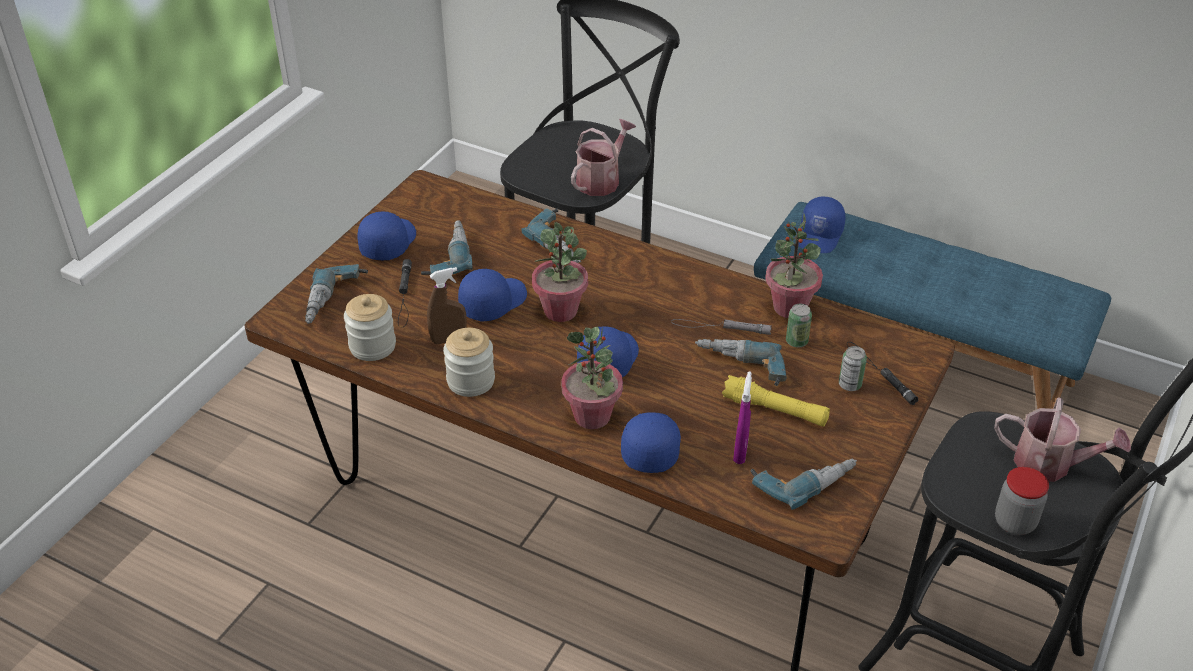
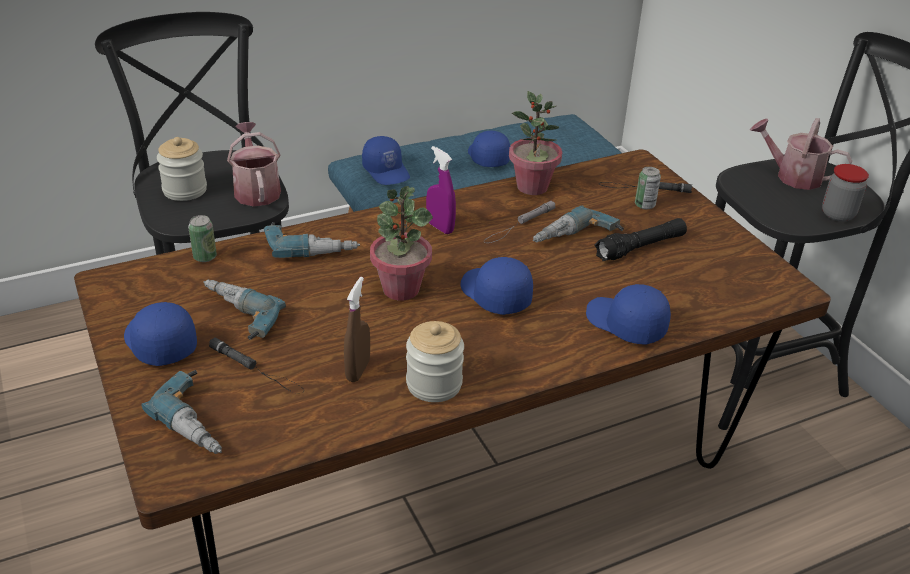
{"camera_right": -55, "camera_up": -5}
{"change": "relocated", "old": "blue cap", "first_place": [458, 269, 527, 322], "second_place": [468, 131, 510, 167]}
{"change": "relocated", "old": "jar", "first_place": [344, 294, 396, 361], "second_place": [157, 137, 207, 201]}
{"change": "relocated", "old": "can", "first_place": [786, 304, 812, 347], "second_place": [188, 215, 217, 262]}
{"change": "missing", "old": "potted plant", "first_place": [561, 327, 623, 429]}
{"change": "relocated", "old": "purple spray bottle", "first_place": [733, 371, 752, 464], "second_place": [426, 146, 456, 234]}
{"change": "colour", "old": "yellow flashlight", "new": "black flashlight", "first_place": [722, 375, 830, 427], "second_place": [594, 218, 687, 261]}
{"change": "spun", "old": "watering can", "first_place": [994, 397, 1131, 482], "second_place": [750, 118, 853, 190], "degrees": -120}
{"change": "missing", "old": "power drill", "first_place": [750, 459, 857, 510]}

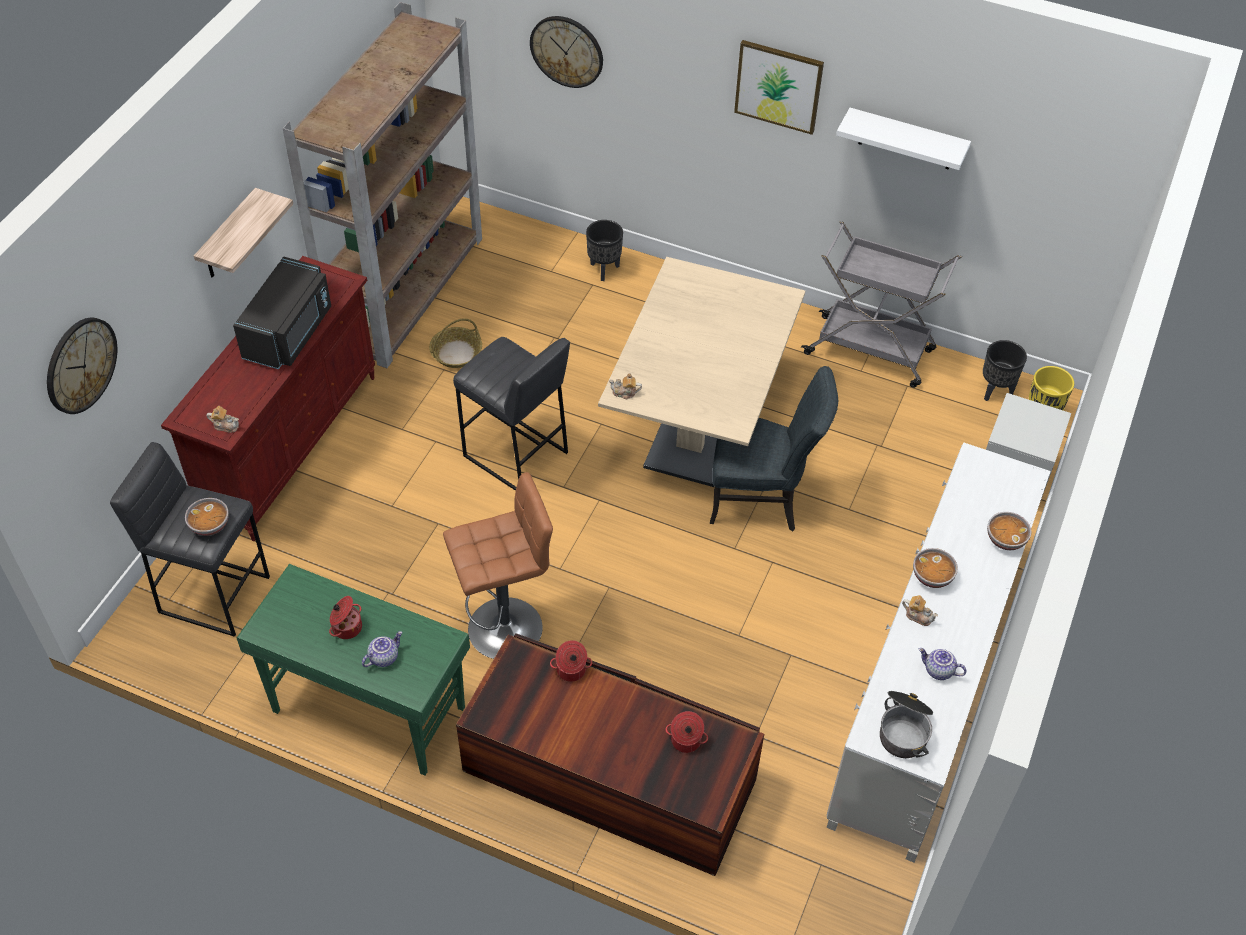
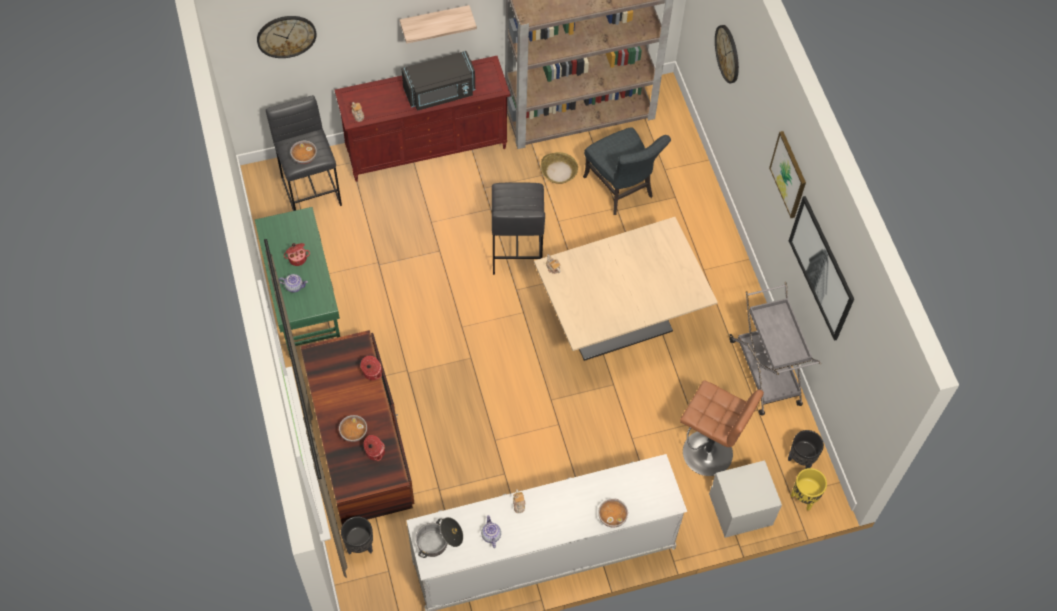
{"camera_right": 50, "camera_up": 10}
{"change": "exchanged", "old": "white shelf", "new": "picture", "first_place": [836, 108, 971, 170], "second_place": [789, 196, 854, 341]}
{"change": "relocated", "old": "black planter", "first_place": [586, 220, 623, 281], "second_place": [341, 516, 373, 555]}
{"change": "relocated", "old": "grey chair", "first_place": [710, 366, 838, 532], "second_place": [583, 127, 671, 215]}
{"change": "relocated", "old": "brown stool", "first_place": [443, 472, 553, 659], "second_place": [680, 380, 764, 476]}
{"change": "relocated", "old": "bowl", "first_place": [913, 548, 958, 588], "second_place": [339, 415, 367, 442]}

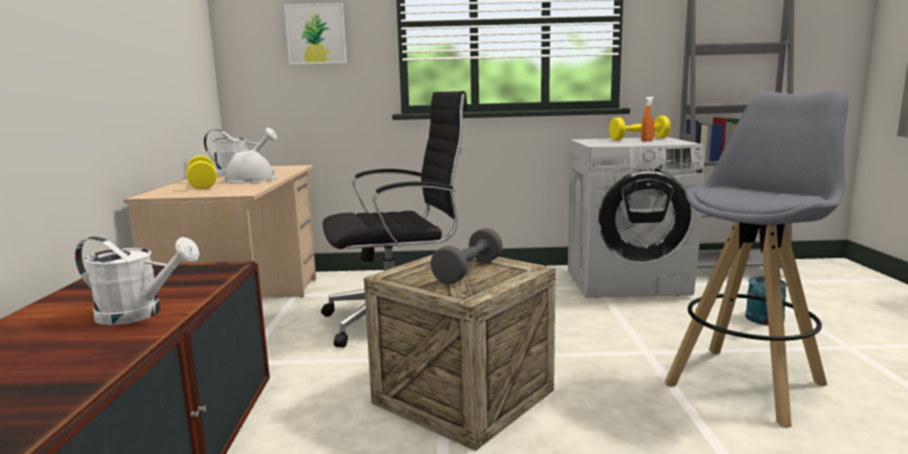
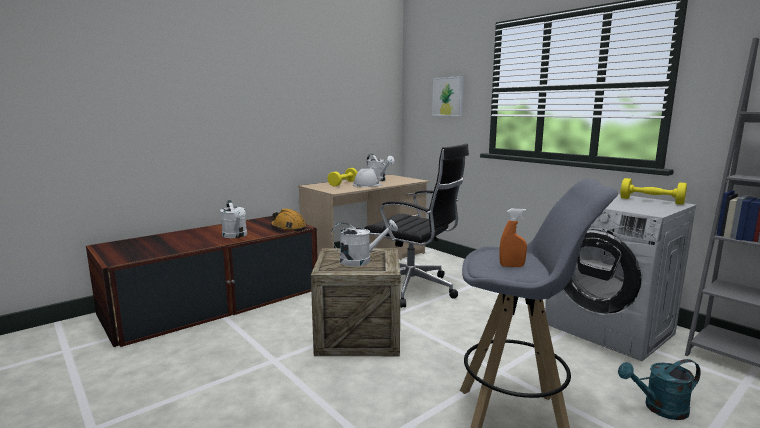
{"camera_right": 50, "camera_up": 0}
{"change": "relocated", "old": "orange spray bottle", "first_place": [641, 97, 655, 142], "second_place": [499, 209, 527, 267]}
{"change": "exchanged", "old": "grey dumbbell", "new": "white watering can", "first_place": [430, 228, 503, 284], "second_place": [331, 220, 398, 266]}
{"change": "appeared", "new": "orange hard hat", "second_place": [271, 209, 306, 232]}

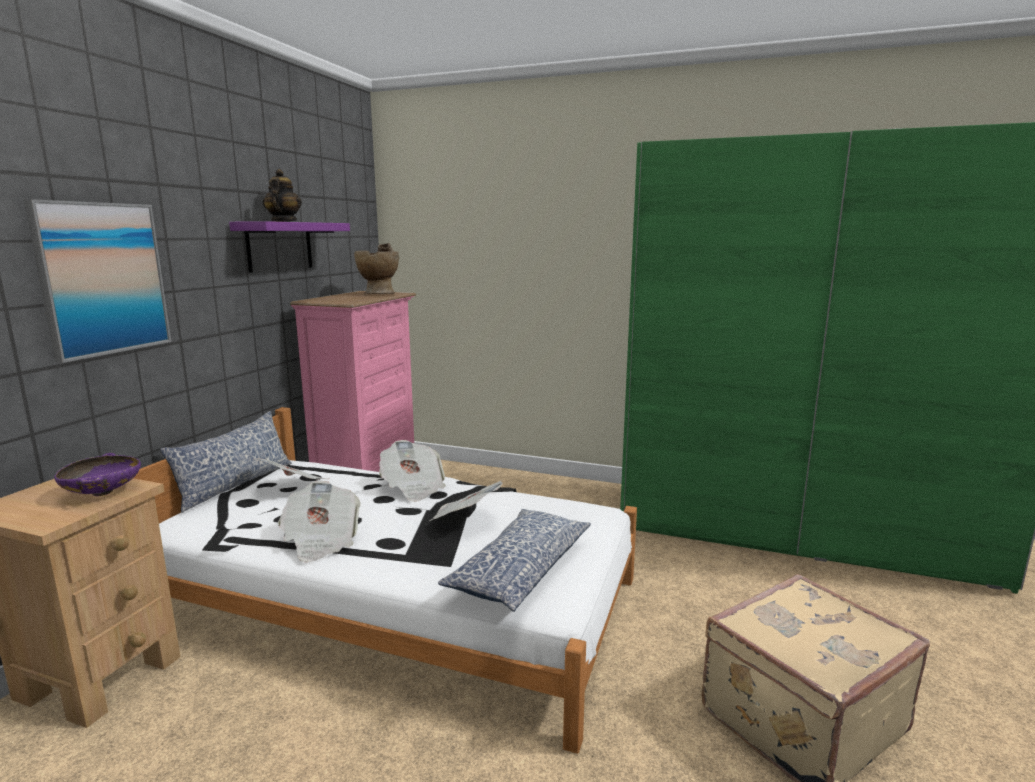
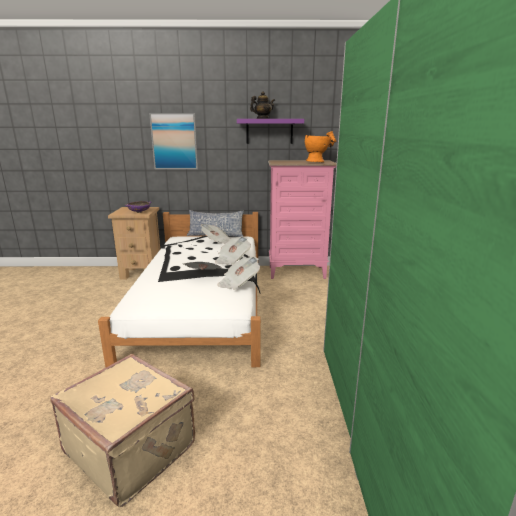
{"camera_right": 70, "camera_up": 5}
{"change": "colour", "old": "beige vase", "new": "orange vase", "first_place": [354, 243, 400, 294], "second_place": [305, 131, 336, 162]}
{"change": "relocated", "old": "newspaper", "first_place": [278, 481, 361, 563], "second_place": [217, 257, 260, 290]}
{"change": "missing", "old": "pillow", "first_place": [438, 509, 591, 612]}

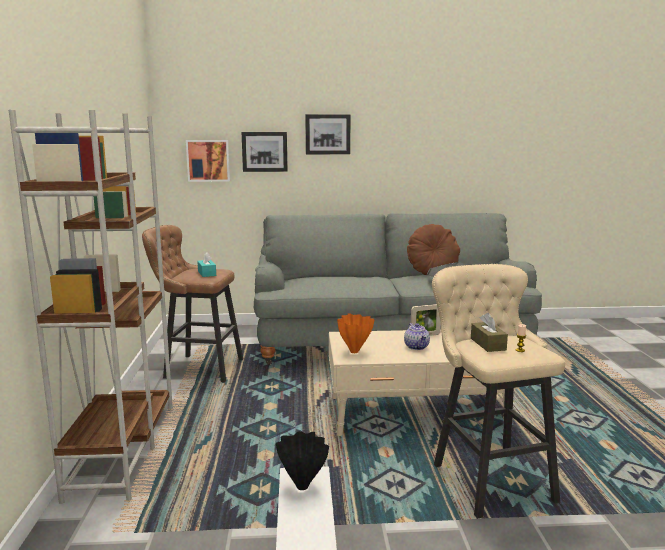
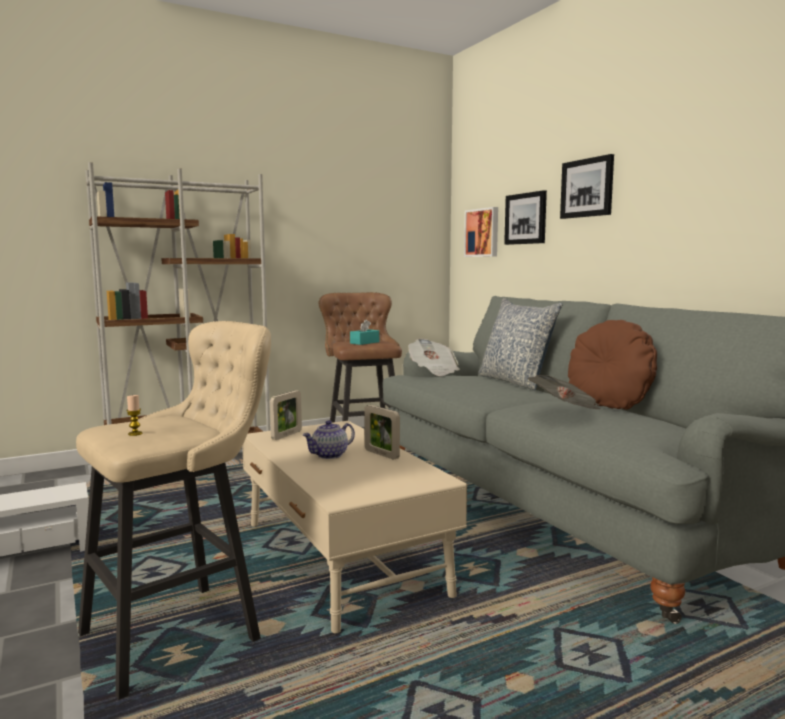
{"camera_right": 65, "camera_up": -5}
{"change": "exchanged", "old": "orange vase", "new": "picture frame", "first_place": [337, 313, 375, 353], "second_place": [270, 390, 302, 440]}
{"change": "missing", "old": "brown tissue box", "first_place": [471, 313, 508, 352]}
{"change": "missing", "old": "black vase", "first_place": [276, 431, 329, 490]}
{"change": "appeared", "new": "pillow", "second_place": [478, 298, 562, 390]}
{"change": "appeared", "new": "newspaper", "second_place": [408, 339, 460, 376]}

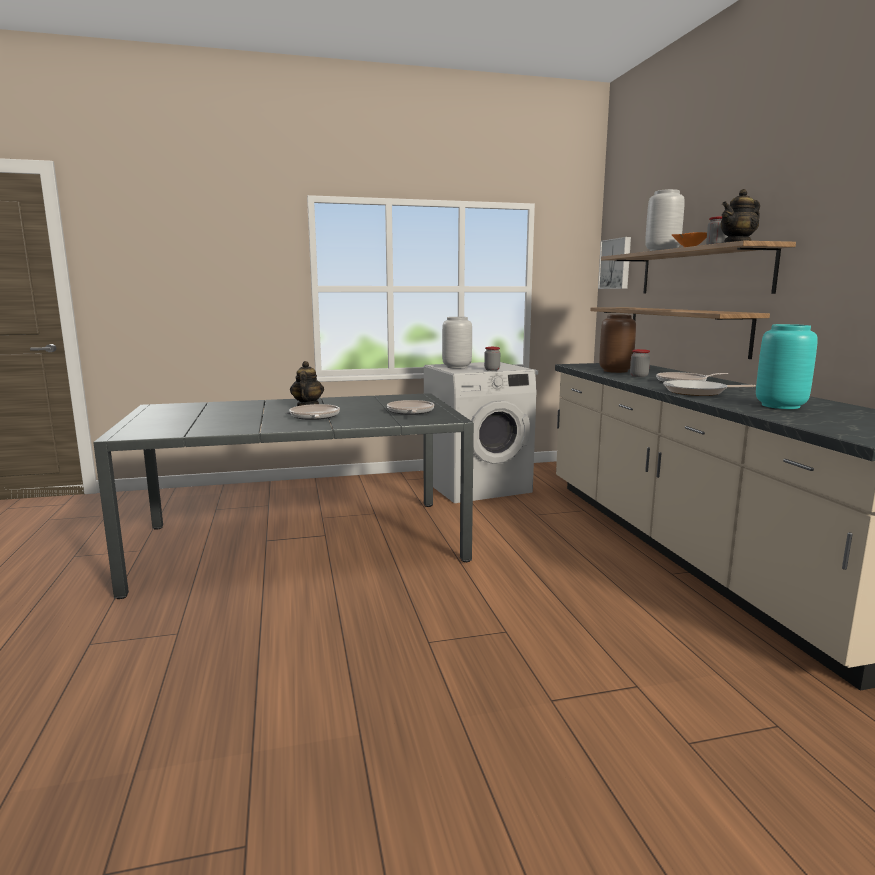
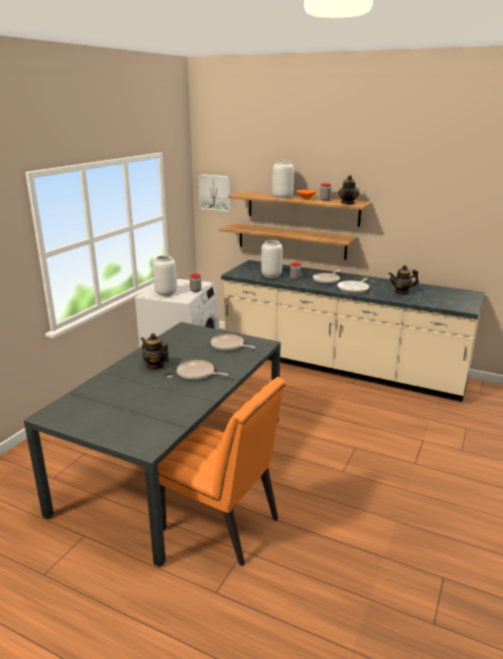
{"camera_right": -50, "camera_up": 10}
{"change": "colour", "old": "brown vase", "new": "grey vase", "first_place": [599, 315, 636, 373], "second_place": [261, 240, 283, 278]}
{"change": "exchanged", "old": "turquoise vase", "new": "teapot", "first_place": [756, 324, 818, 409], "second_place": [389, 265, 419, 295]}
{"change": "appeared", "new": "orange chair", "second_place": [158, 377, 285, 566]}

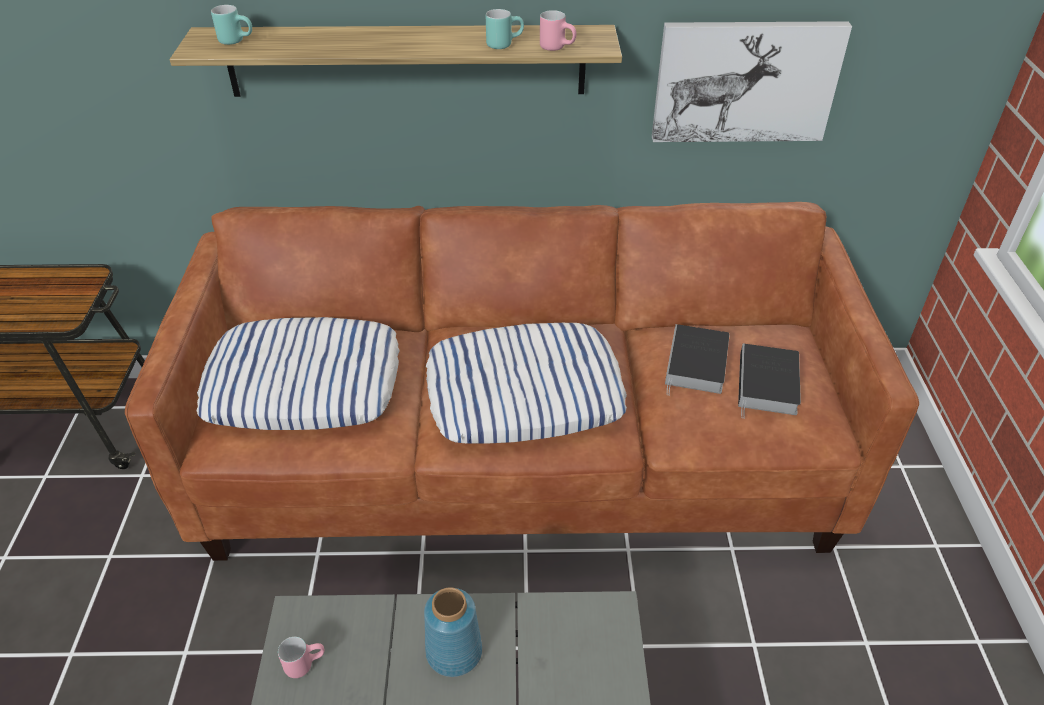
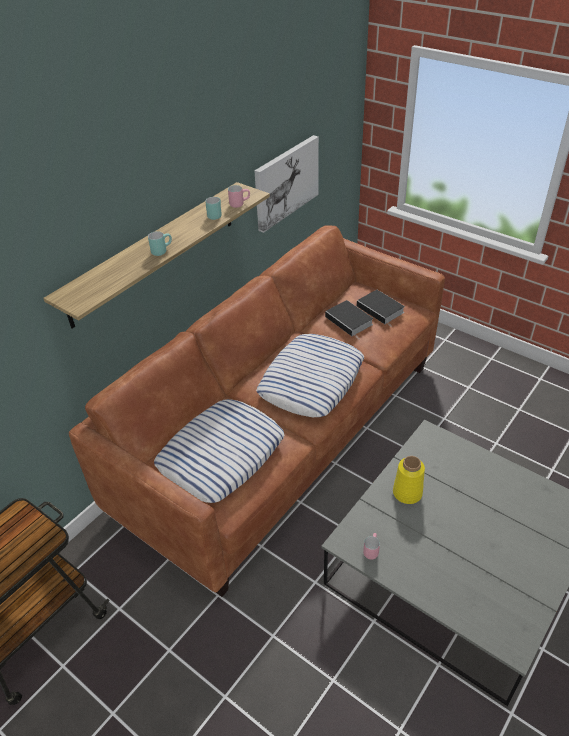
{"camera_right": -50, "camera_up": 0}
{"change": "relocated", "old": "turquoise mug", "first_place": [211, 5, 252, 45], "second_place": [148, 231, 172, 256]}
{"change": "colour", "old": "blue vase", "new": "yellow vase", "first_place": [424, 587, 482, 677], "second_place": [393, 456, 425, 504]}

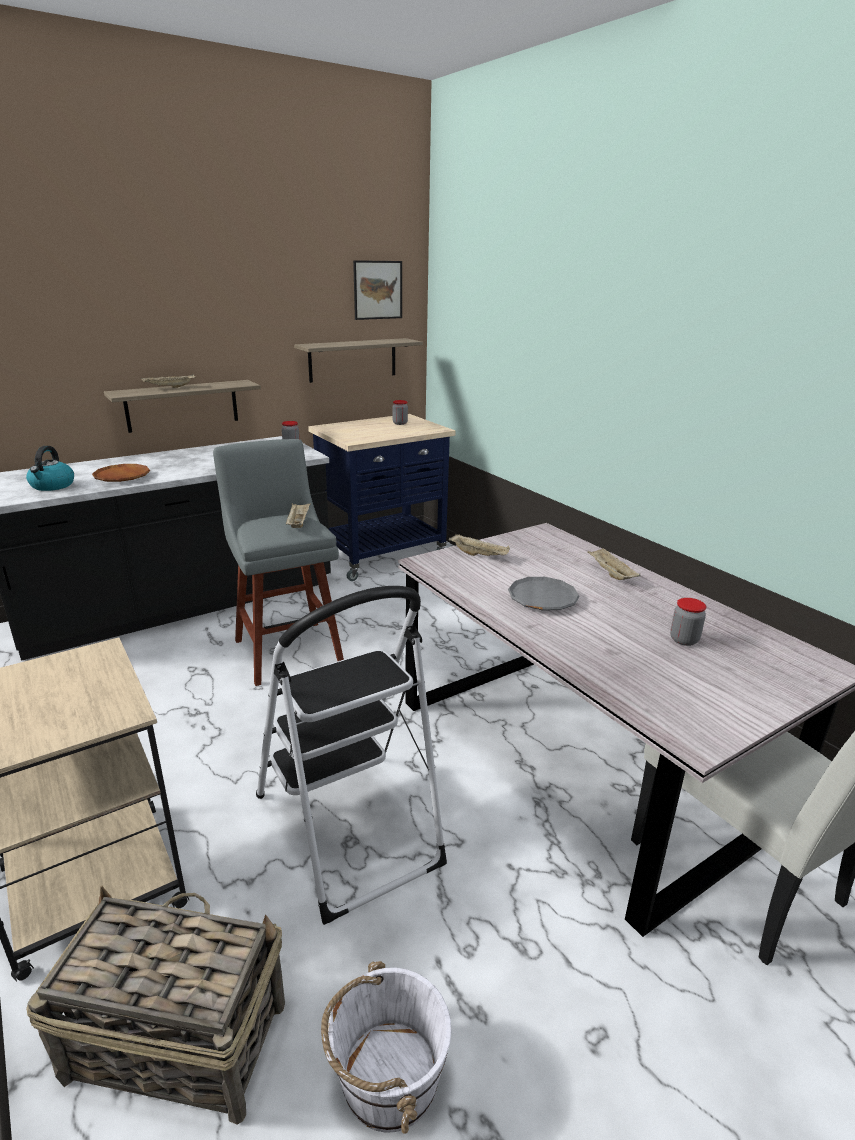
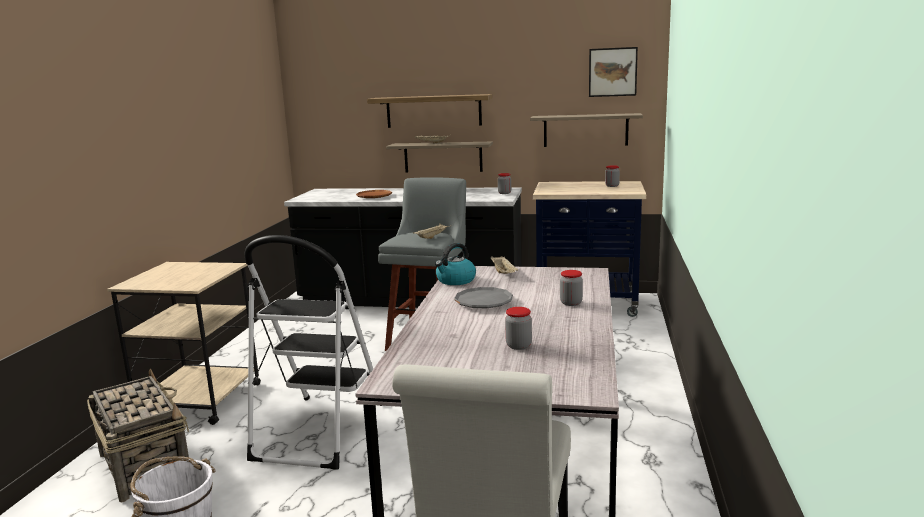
{"camera_right": 45, "camera_up": -10}
{"change": "relocated", "old": "kettle", "first_place": [26, 446, 74, 491], "second_place": [435, 243, 476, 285]}
{"change": "exchanged", "old": "beige tray", "new": "jar", "first_place": [587, 548, 641, 580], "second_place": [560, 270, 583, 306]}
{"change": "appeared", "new": "shelf", "second_place": [367, 94, 492, 128]}

